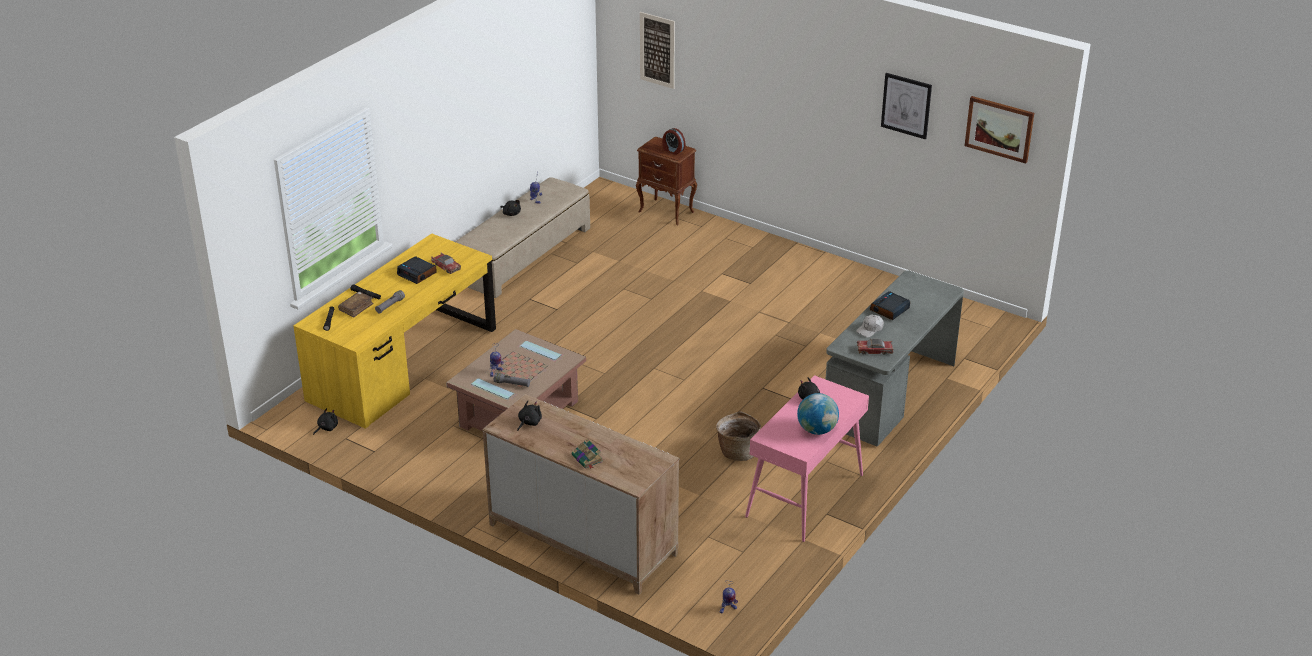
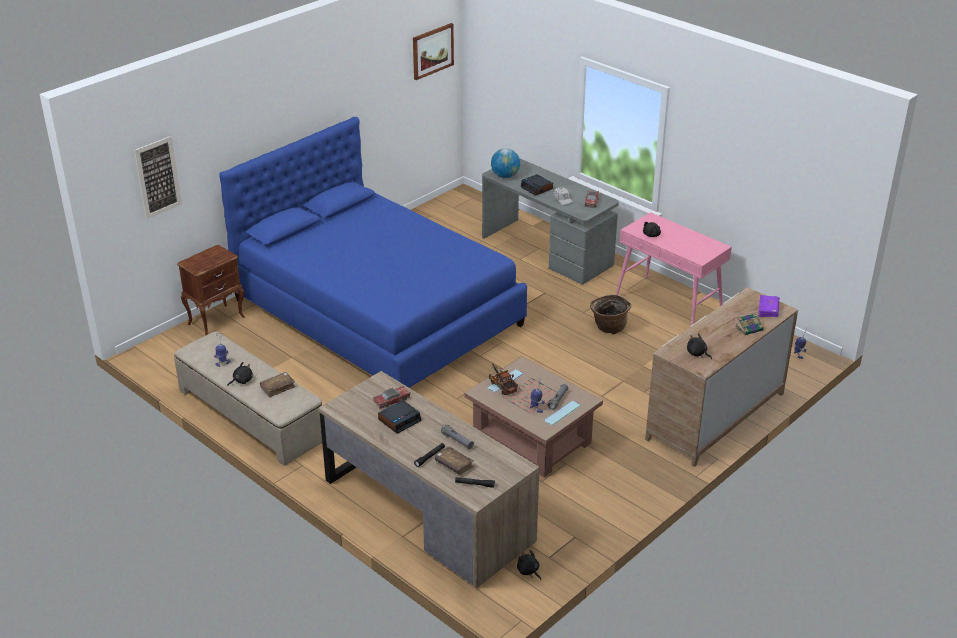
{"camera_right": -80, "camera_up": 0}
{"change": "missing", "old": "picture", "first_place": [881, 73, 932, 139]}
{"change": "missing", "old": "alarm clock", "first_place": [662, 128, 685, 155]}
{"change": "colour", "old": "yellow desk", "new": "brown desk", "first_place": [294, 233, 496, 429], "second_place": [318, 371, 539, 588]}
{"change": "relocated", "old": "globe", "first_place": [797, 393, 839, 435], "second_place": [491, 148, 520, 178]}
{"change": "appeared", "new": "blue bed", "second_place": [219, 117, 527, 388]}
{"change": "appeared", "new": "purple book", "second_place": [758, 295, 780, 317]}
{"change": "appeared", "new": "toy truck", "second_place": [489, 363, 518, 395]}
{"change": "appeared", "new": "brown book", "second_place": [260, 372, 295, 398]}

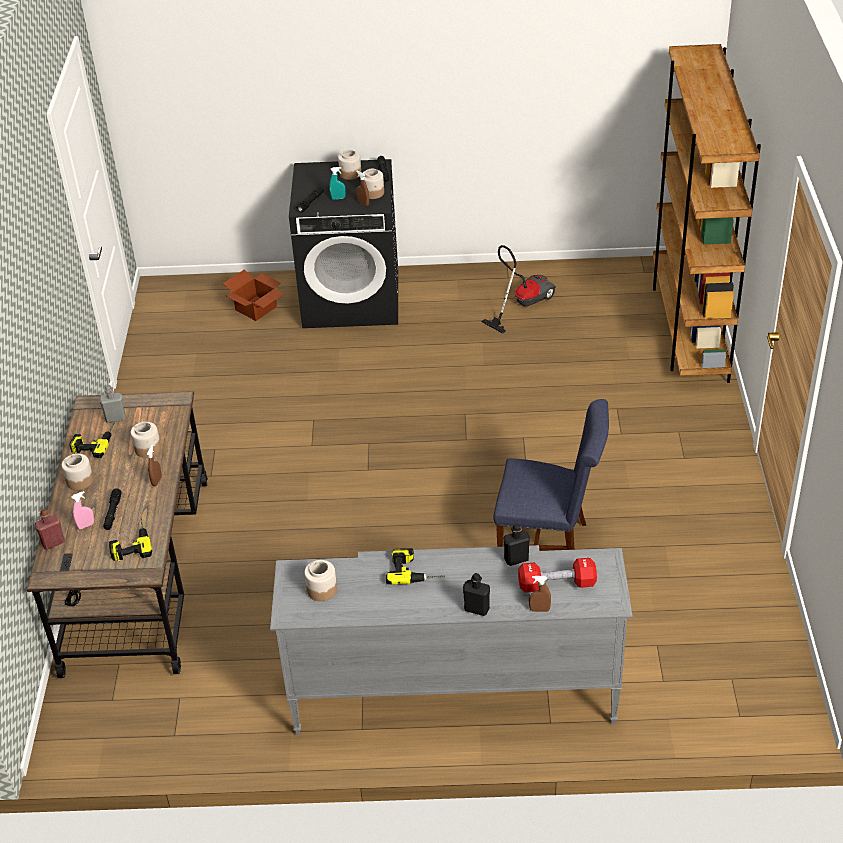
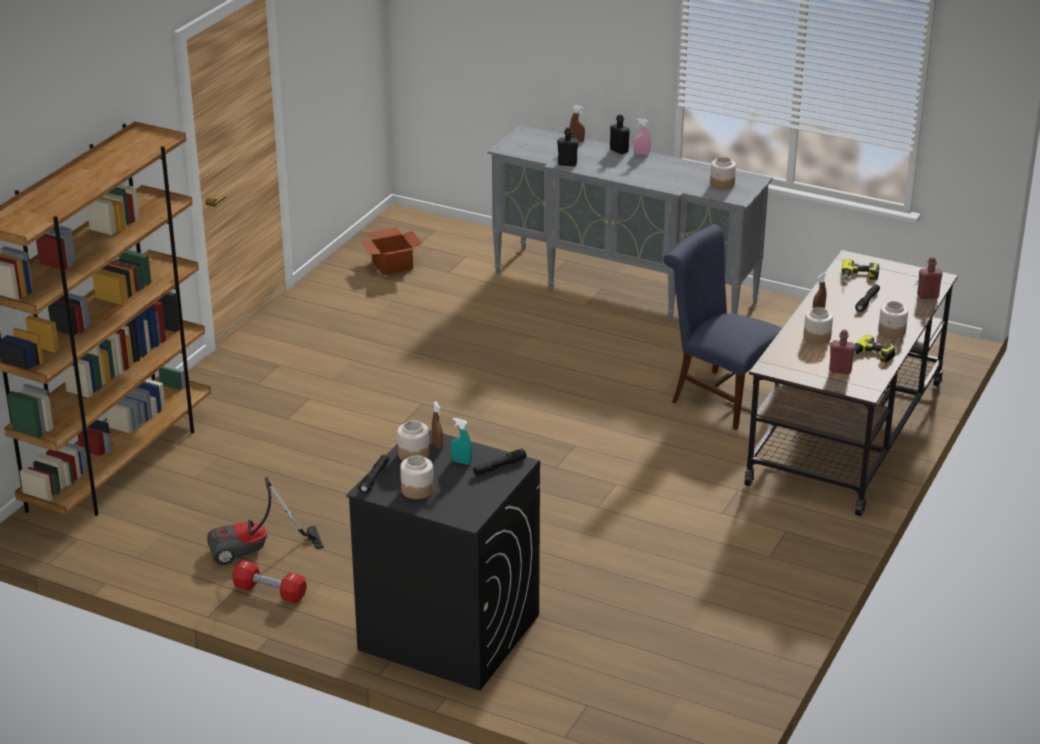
{"camera_right": -155, "camera_up": -10}
{"change": "relocated", "old": "cardboard box", "first_place": [223, 270, 285, 321], "second_place": [361, 227, 422, 275]}
{"change": "colour", "old": "grey bottle", "new": "red bottle", "first_place": [99, 385, 126, 423], "second_place": [829, 329, 855, 374]}
{"change": "relocated", "old": "blue chair", "first_place": [493, 399, 609, 551], "second_place": [663, 224, 782, 430]}
{"change": "relocated", "old": "pink spray bottle", "first_place": [71, 491, 94, 529], "second_place": [634, 119, 651, 155]}
{"change": "missing", "old": "power drill", "first_place": [386, 548, 445, 585]}
{"change": "relocated", "old": "red dumbbell", "first_place": [518, 558, 597, 593], "second_place": [233, 560, 307, 603]}

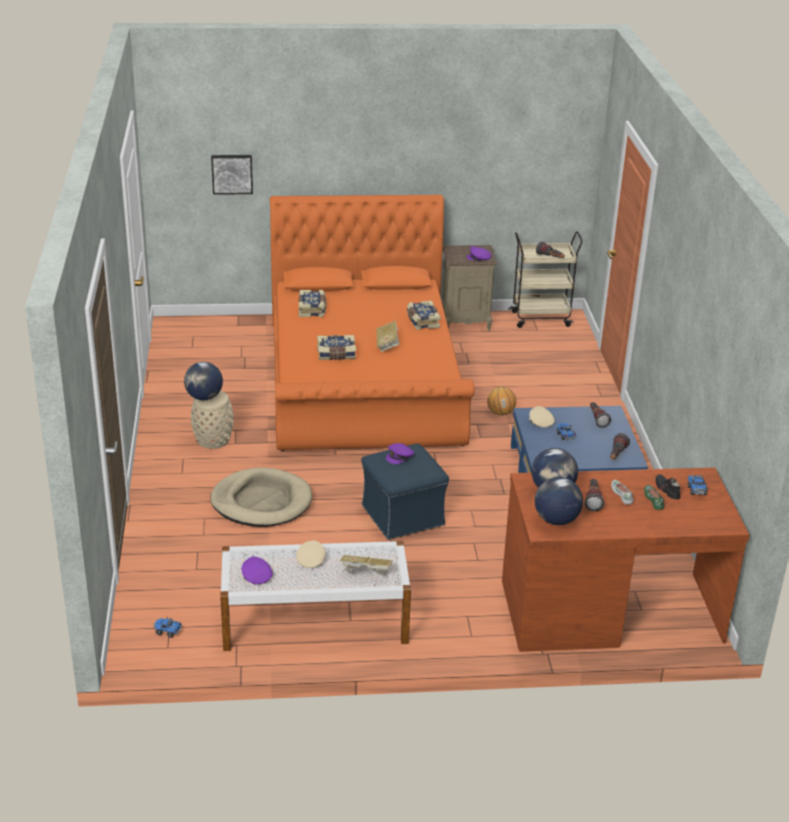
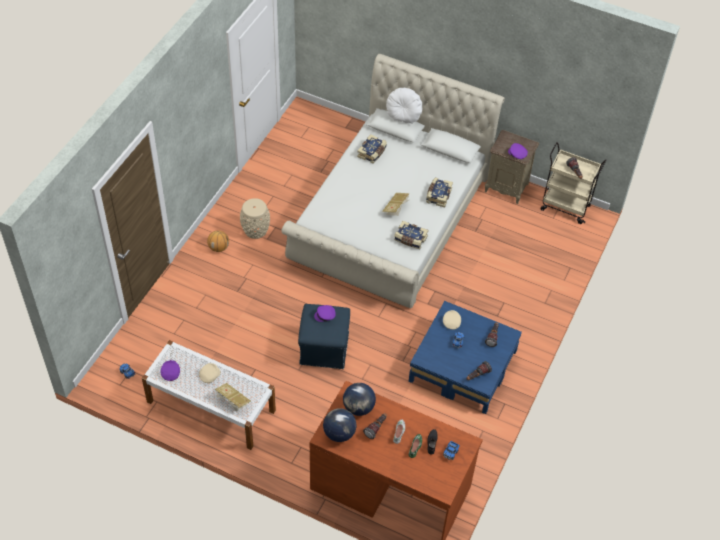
{"camera_right": 30, "camera_up": 20}
{"change": "missing", "old": "picture", "first_place": [211, 155, 253, 195]}
{"change": "colour", "old": "orange bed", "new": "beige bed", "first_place": [270, 195, 475, 451], "second_place": [281, 54, 505, 308]}
{"change": "relocated", "old": "book", "first_place": [317, 335, 356, 360], "second_place": [394, 221, 428, 249]}
{"change": "missing", "old": "globe", "first_place": [184, 362, 223, 400]}
{"change": "relocated", "old": "basketball", "first_place": [487, 387, 516, 416], "second_place": [207, 230, 229, 252]}
{"change": "missing", "old": "beige dog bed", "first_place": [210, 468, 312, 527]}
{"change": "appeared", "new": "white pillow", "second_place": [386, 88, 422, 124]}

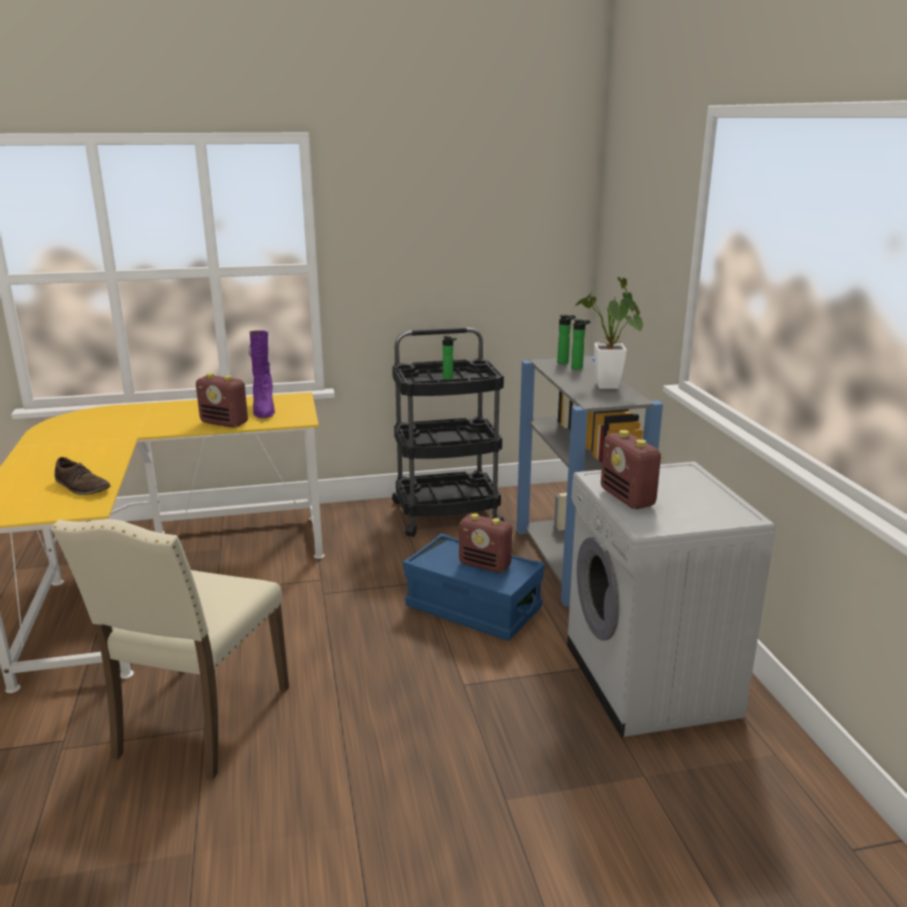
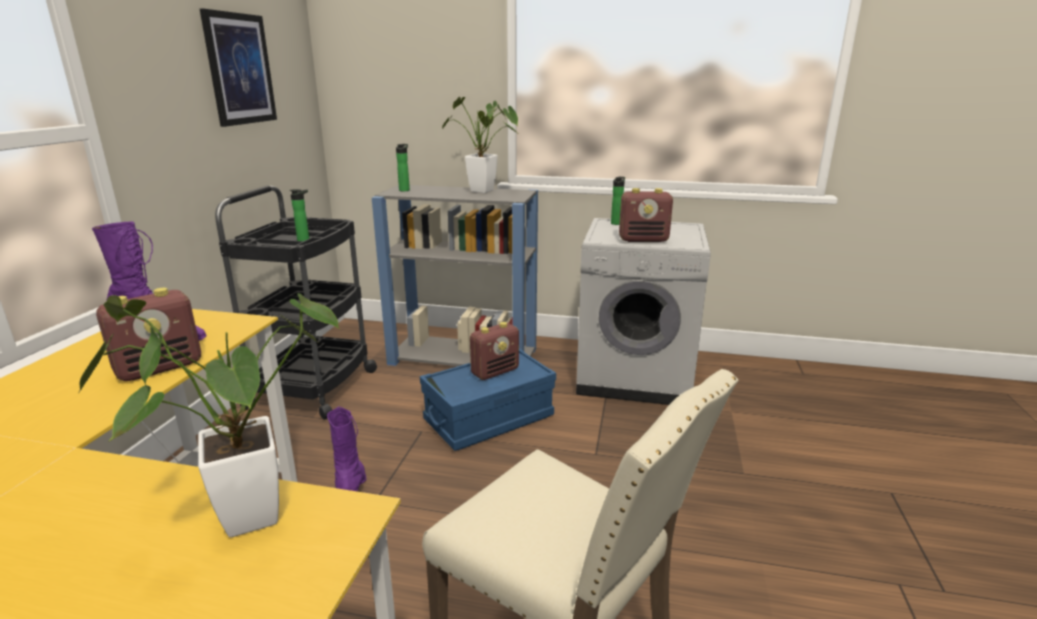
{"camera_right": -65, "camera_up": 0}
{"change": "relocated", "old": "bottle", "first_place": [571, 319, 590, 370], "second_place": [611, 177, 625, 225]}
{"change": "exchanged", "old": "brown shoe", "new": "potted plant", "first_place": [55, 457, 111, 495], "second_place": [78, 293, 340, 537]}
{"change": "appeared", "new": "picture", "second_place": [200, 9, 277, 127]}
{"change": "appeared", "new": "purple boot", "second_place": [327, 406, 366, 492]}

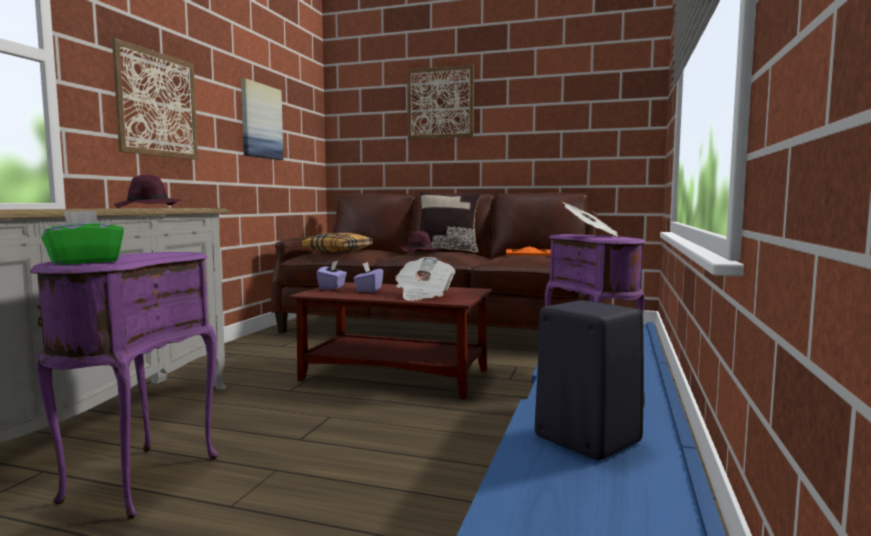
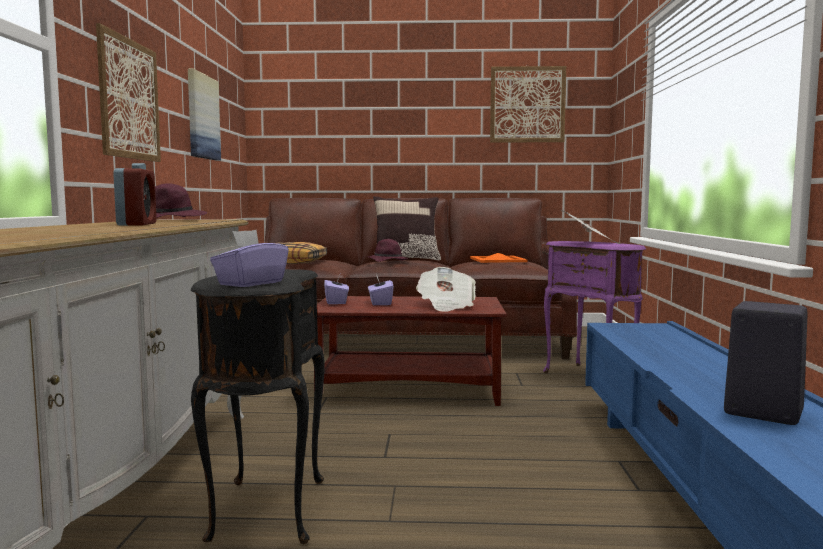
{"camera_right": -15, "camera_up": 0}
{"change": "relocated", "old": "picture", "first_place": [407, 65, 474, 139], "second_place": [490, 65, 566, 143]}
{"change": "colour", "old": "green tissue box", "new": "purple tissue box", "first_place": [41, 211, 124, 265], "second_place": [210, 230, 289, 287]}
{"change": "colour", "old": "purple side table", "new": "black side table", "first_place": [30, 252, 218, 519], "second_place": [191, 269, 325, 544]}
{"change": "appeared", "new": "alarm clock", "second_place": [113, 163, 157, 226]}

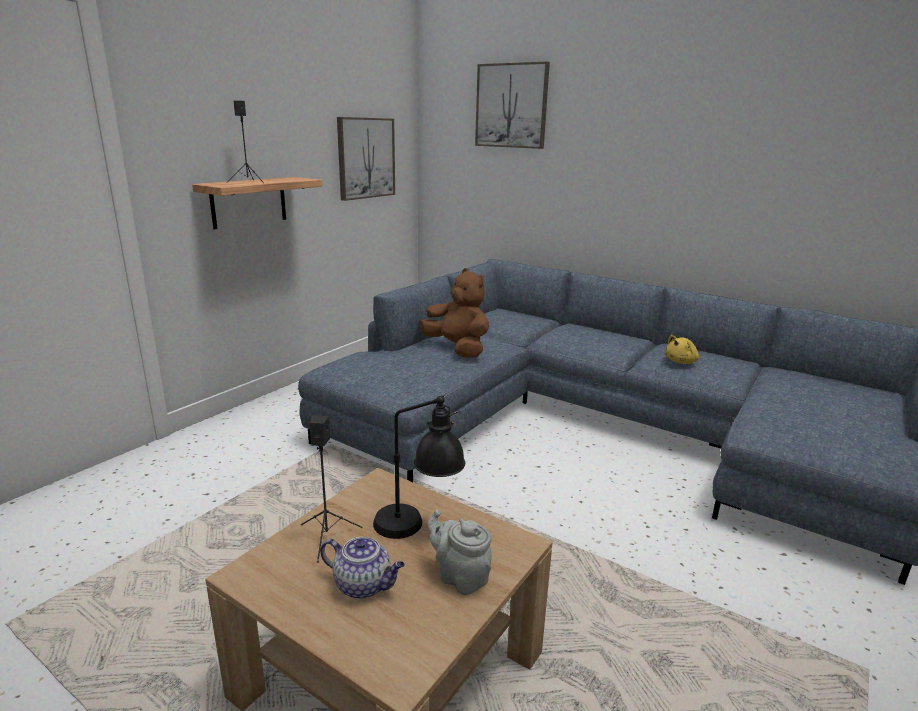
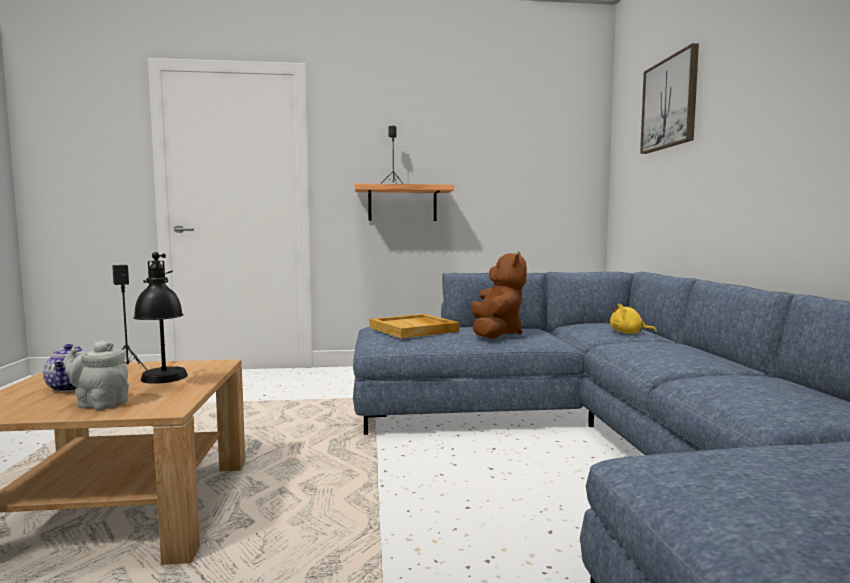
{"camera_right": 50, "camera_up": -15}
{"change": "missing", "old": "picture", "first_place": [337, 117, 395, 201]}
{"change": "relocated", "old": "yellow plush toy", "first_place": [665, 335, 699, 364], "second_place": [610, 304, 657, 334]}
{"change": "spun", "old": "grey teapot", "first_place": [427, 510, 492, 595], "second_place": [63, 340, 129, 410], "degrees": -75}
{"change": "appeared", "new": "beige tray", "second_place": [370, 314, 459, 339]}

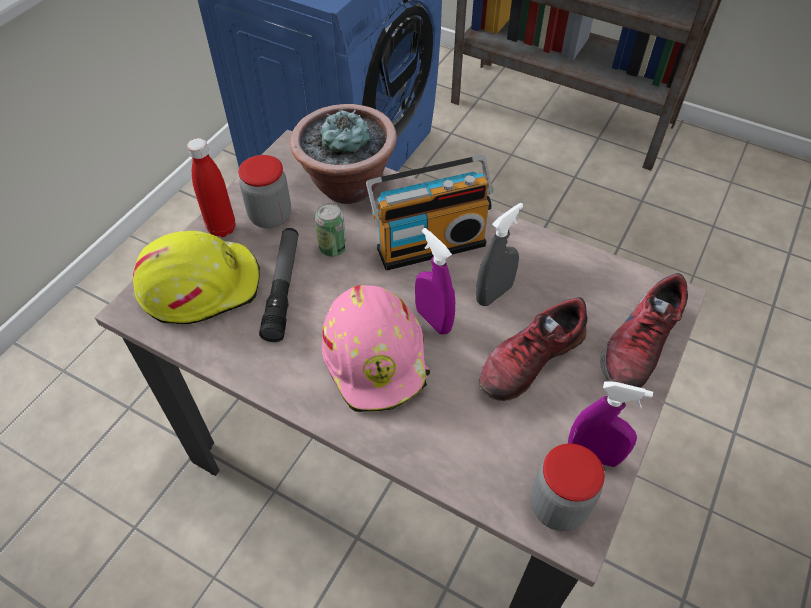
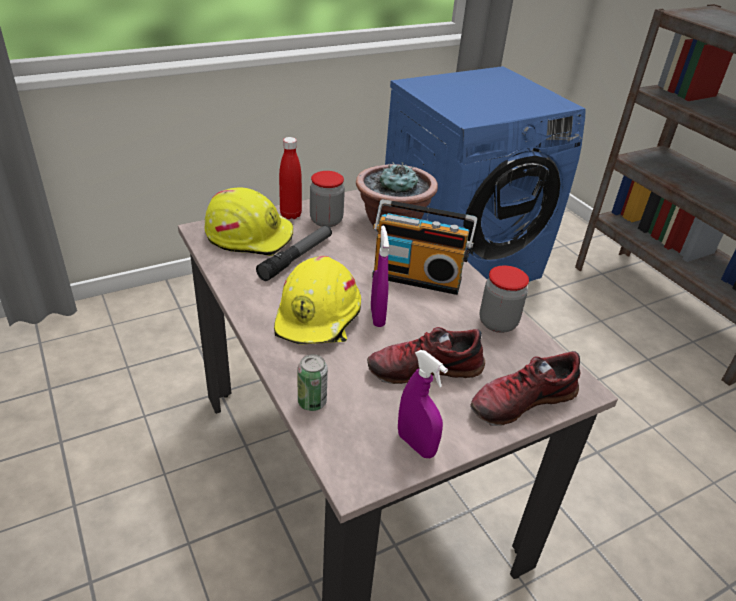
{"camera_right": 30, "camera_up": -15}
{"change": "relocated", "old": "can", "first_place": [315, 203, 347, 257], "second_place": [298, 354, 328, 411]}
{"change": "missing", "old": "grey spray bottle", "first_place": [476, 203, 524, 306]}
{"change": "colour", "old": "pink hard hat", "new": "yellow hard hat", "first_place": [322, 285, 430, 412], "second_place": [274, 256, 361, 345]}
{"change": "relocated", "old": "jar", "first_place": [531, 443, 605, 531], "second_place": [480, 266, 529, 333]}

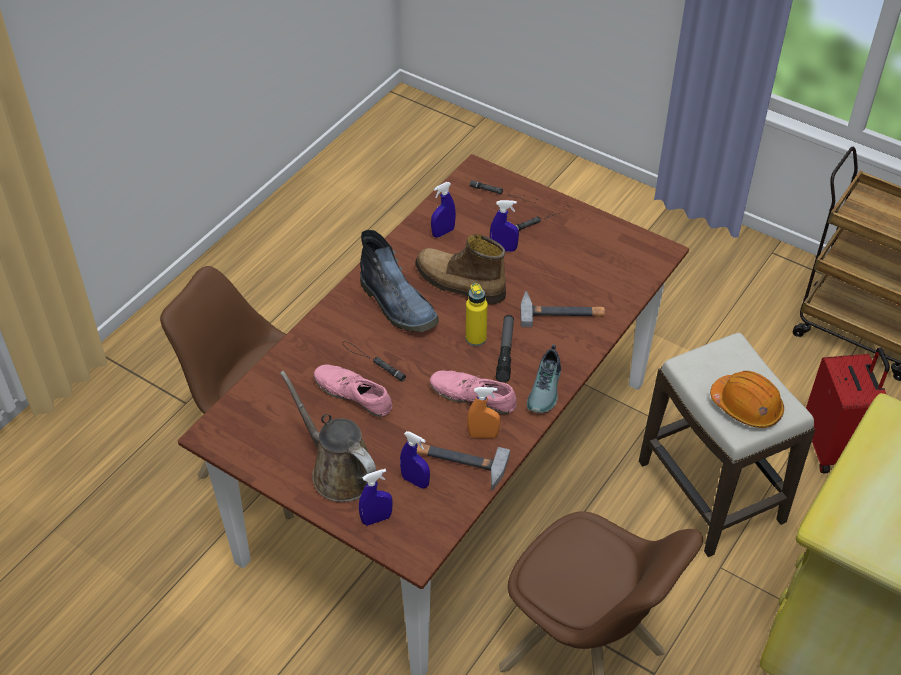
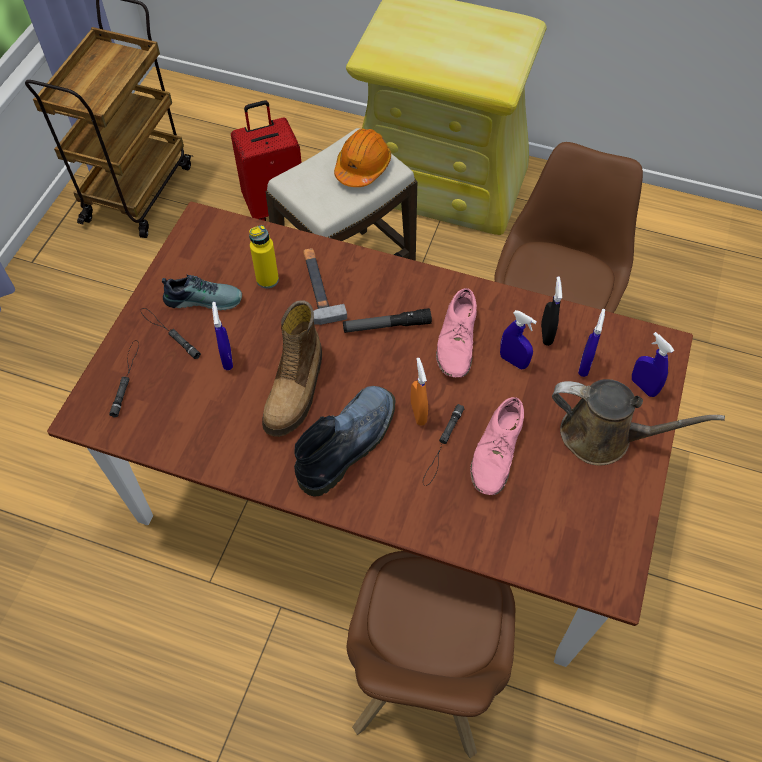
{"camera_right": -105, "camera_up": 10}
{"change": "relocated", "old": "blue spray bottle", "first_place": [431, 182, 456, 238], "second_place": [500, 310, 537, 369]}
{"change": "relocated", "old": "yellow bottle", "first_place": [466, 283, 488, 346], "second_place": [249, 225, 279, 288]}
{"change": "relocated", "old": "shoe", "first_place": [527, 344, 561, 413], "second_place": [162, 275, 242, 310]}
{"change": "spun", "old": "brown watering can", "first_place": [280, 370, 376, 502], "second_place": [552, 379, 725, 466], "degrees": -105}
{"change": "relocated", "old": "orange spray bottle", "first_place": [467, 387, 500, 438], "second_place": [411, 358, 428, 426]}
{"change": "exchanged", "old": "hammer", "new": "black spray bottle", "first_place": [417, 443, 510, 490], "second_place": [541, 276, 562, 346]}

